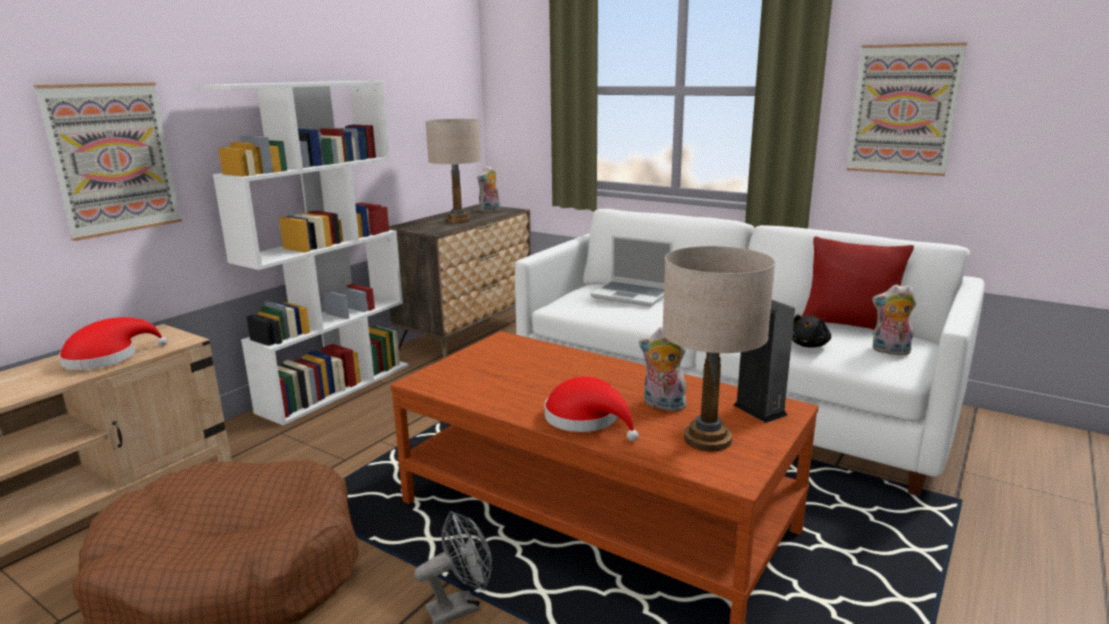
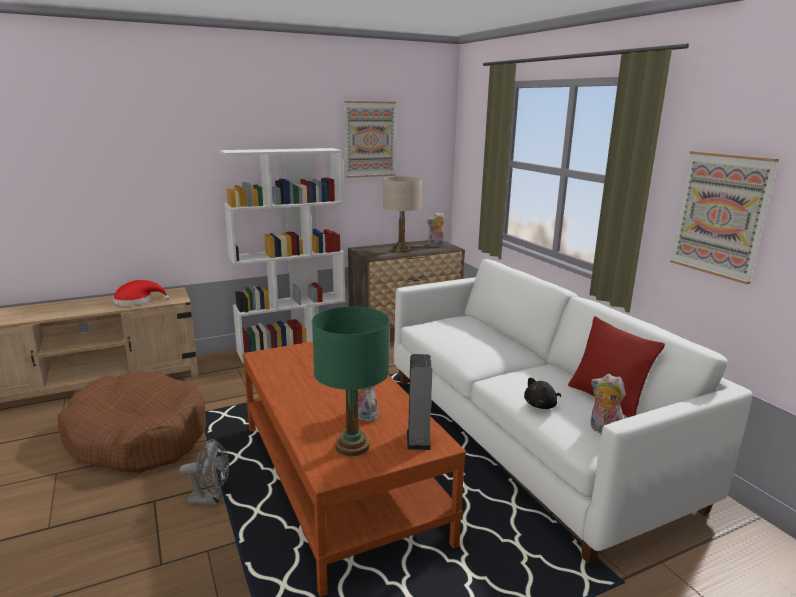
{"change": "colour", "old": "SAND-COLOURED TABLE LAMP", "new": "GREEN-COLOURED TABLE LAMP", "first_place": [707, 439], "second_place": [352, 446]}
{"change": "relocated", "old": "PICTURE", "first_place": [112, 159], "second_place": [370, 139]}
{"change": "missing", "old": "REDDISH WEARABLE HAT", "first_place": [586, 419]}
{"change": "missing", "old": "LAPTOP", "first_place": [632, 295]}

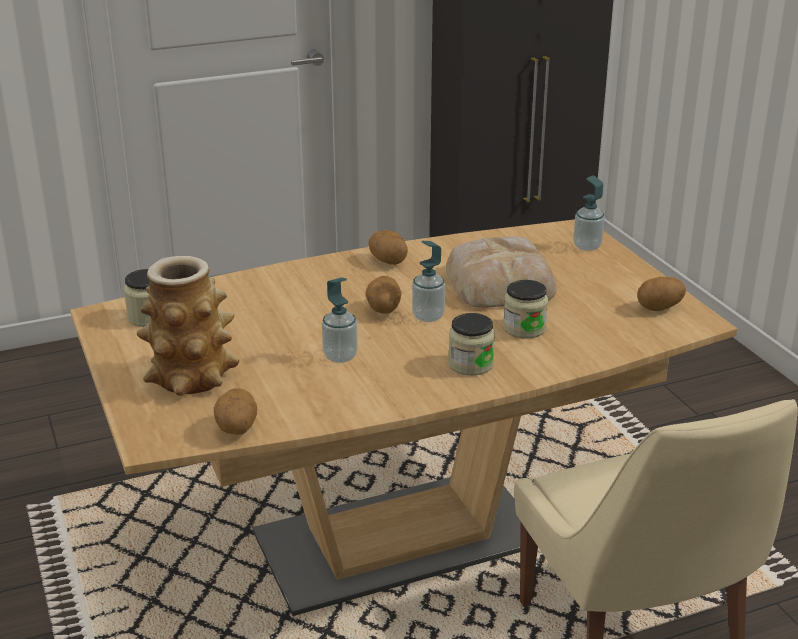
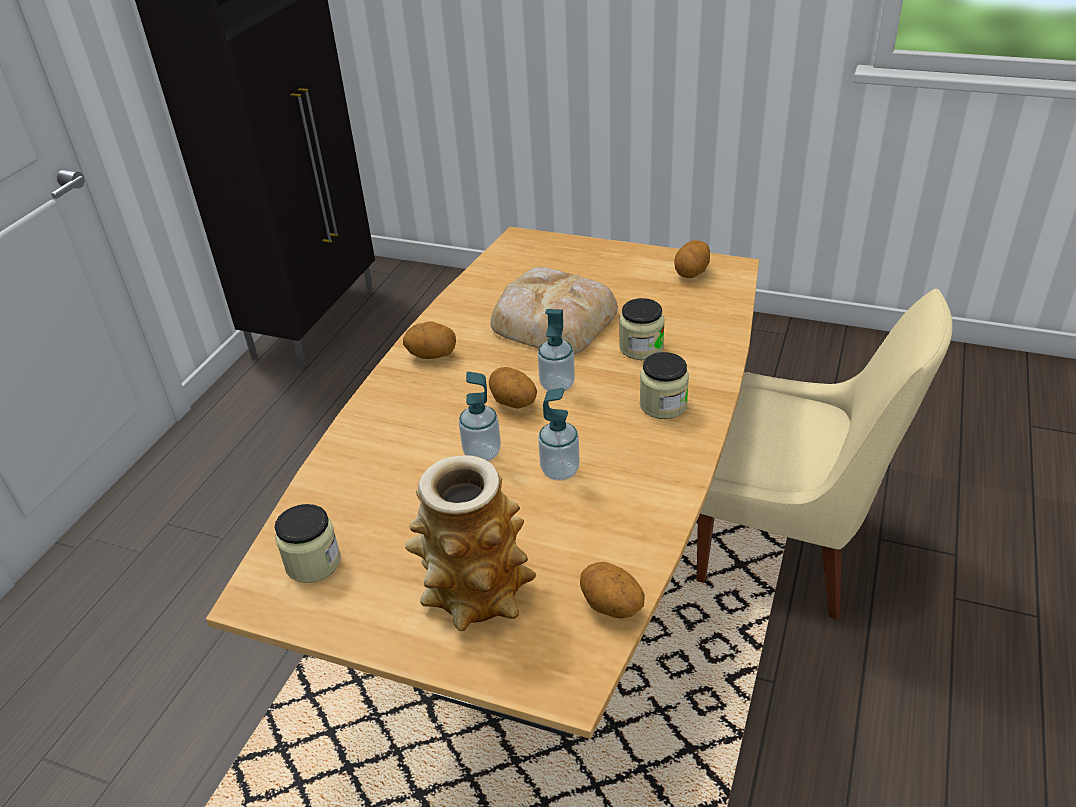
{"change": "relocated", "old": "SOAP BOTTLE", "first_place": [587, 246], "second_place": [482, 453]}

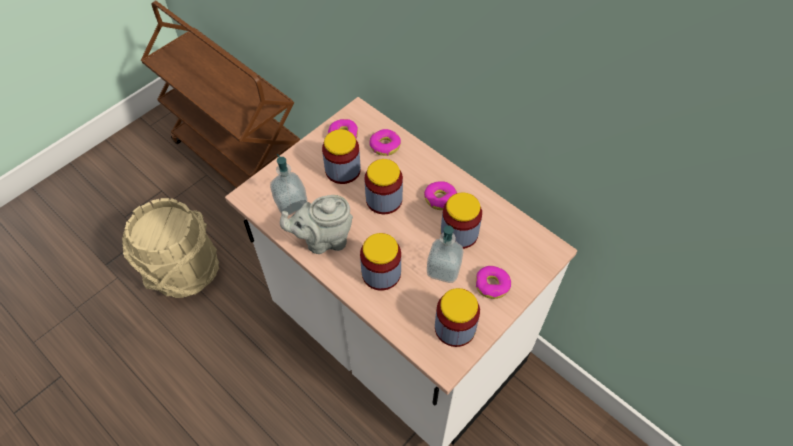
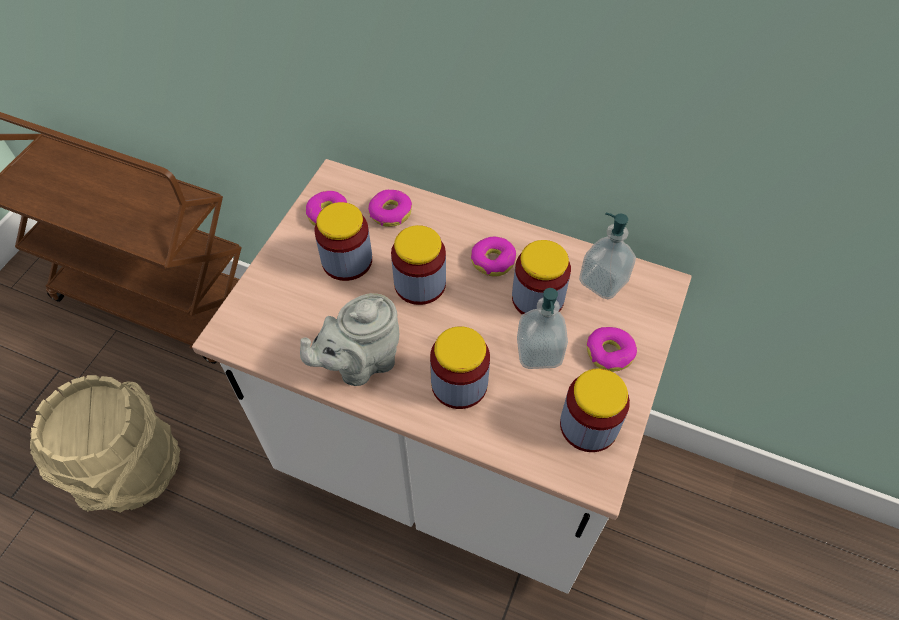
{"change": "relocated", "old": "SOAP BOTTLE", "first_place": [291, 203], "second_place": [603, 281]}

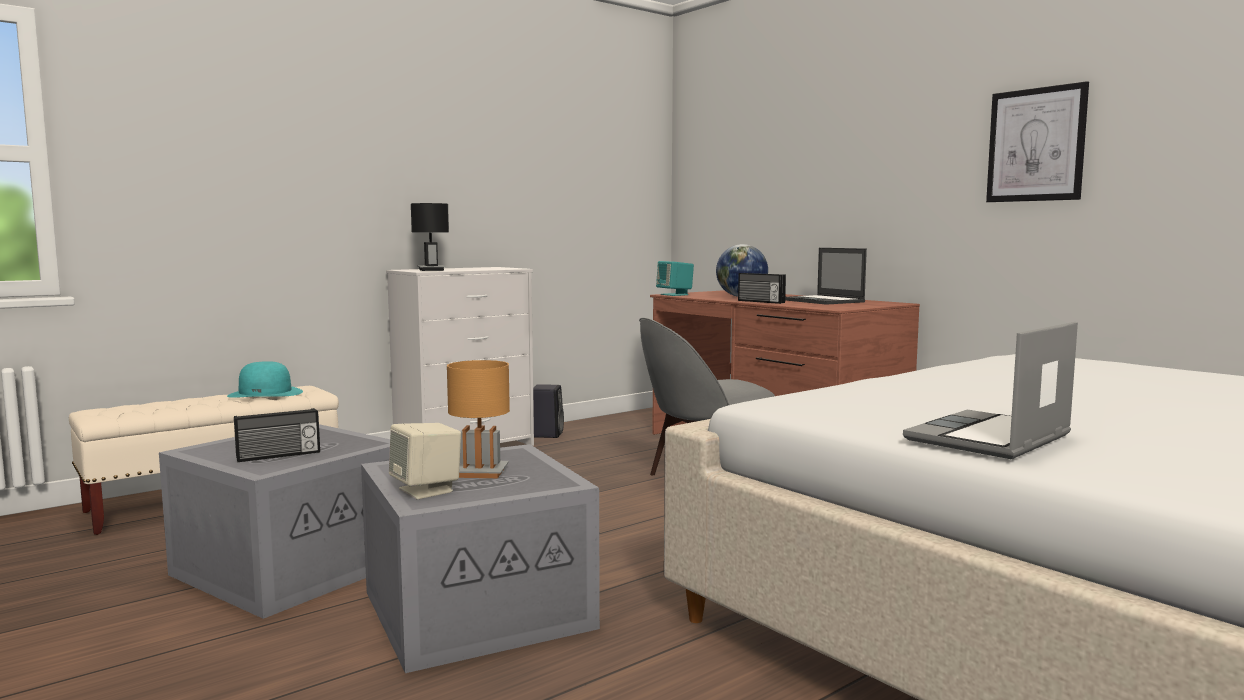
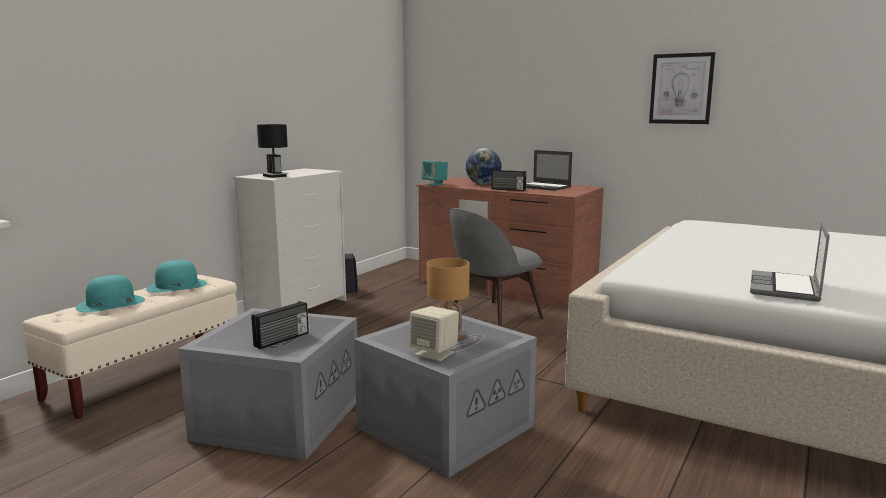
{"change": "appeared", "new": "BLUE-GREEN WEARABLE HAT", "second_place": [110, 304]}

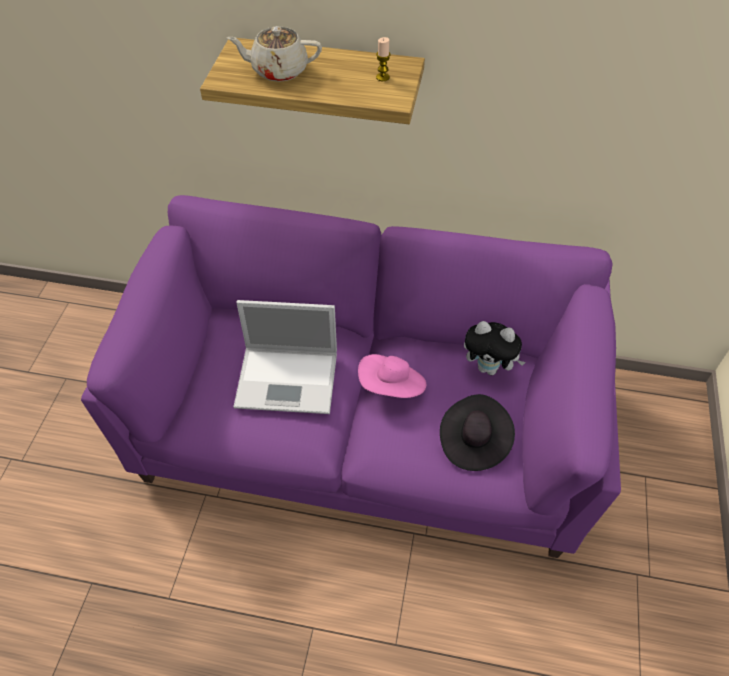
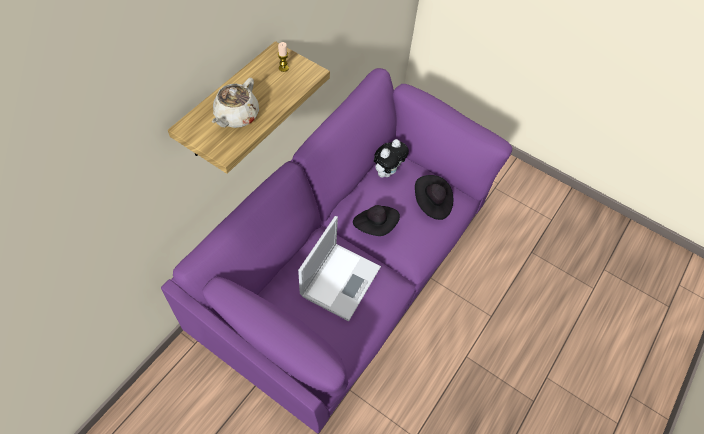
{"change": "colour", "old": "PINK-COLOURED WEARABLE HAT", "new": "BLACK-COLOURED WEARABLE HAT", "first_place": [392, 387], "second_place": [375, 226]}

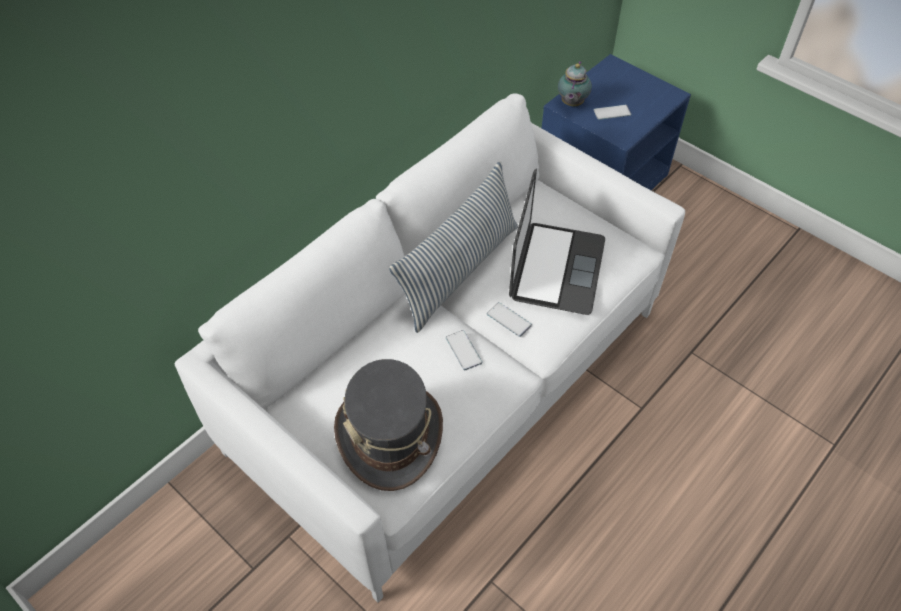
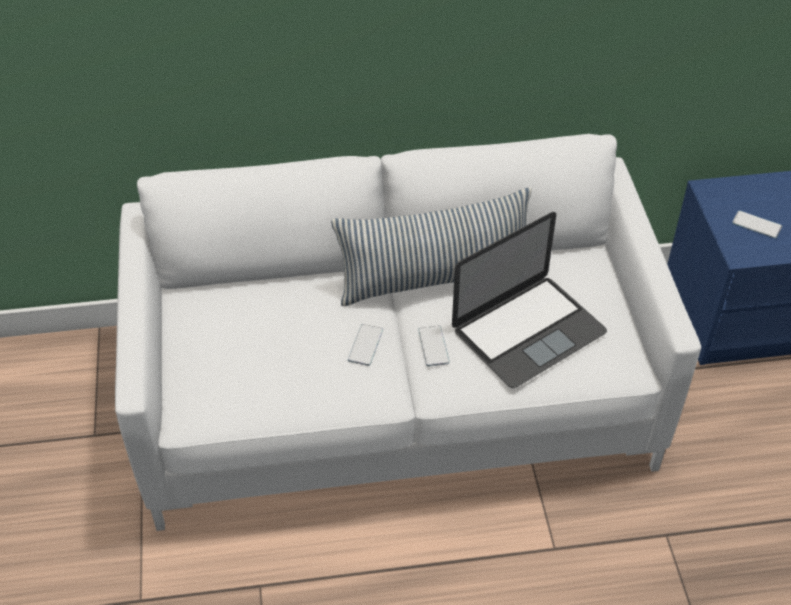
{"change": "missing", "old": "GREY WEARABLE HAT", "first_place": [390, 435]}
{"change": "missing", "old": "TEA POT", "first_place": [571, 104]}

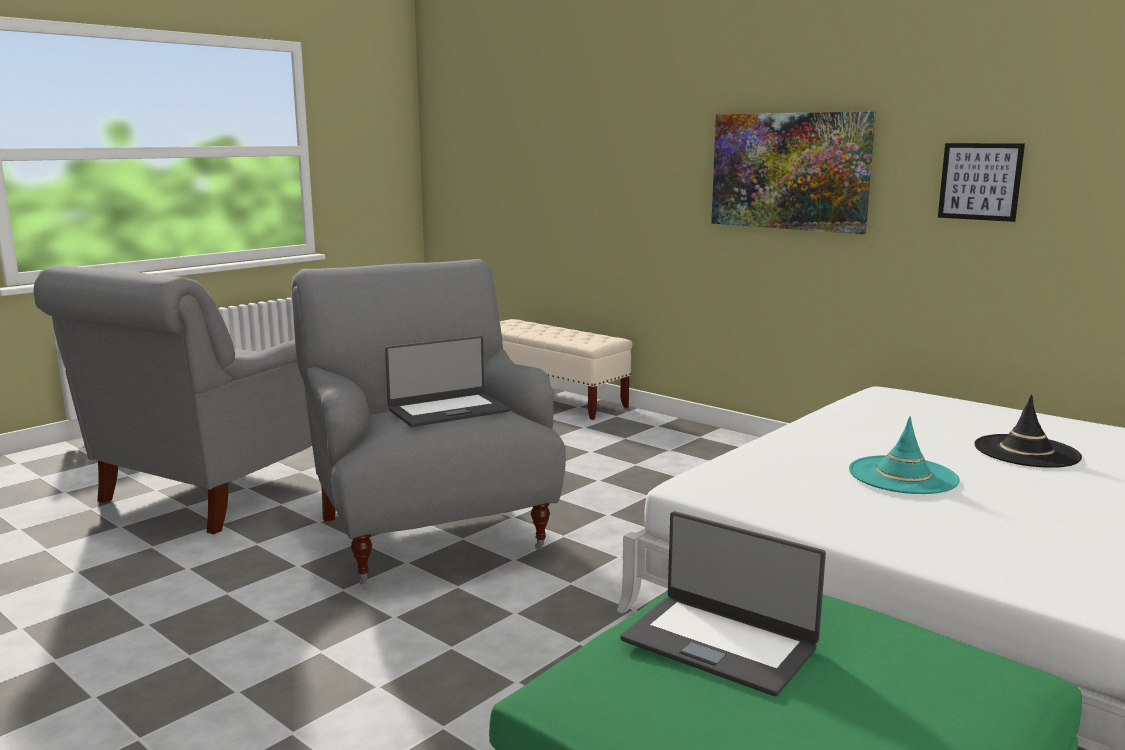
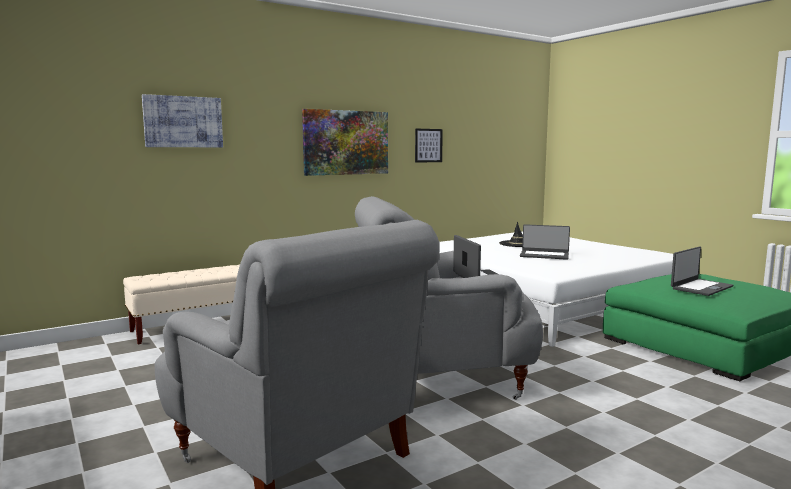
{"change": "appeared", "new": "PICTURE", "second_place": [183, 122]}
{"change": "exchanged", "old": "BLUE-GREEN WEARABLE HAT", "new": "LAPTOP", "first_place": [903, 476], "second_place": [544, 255]}

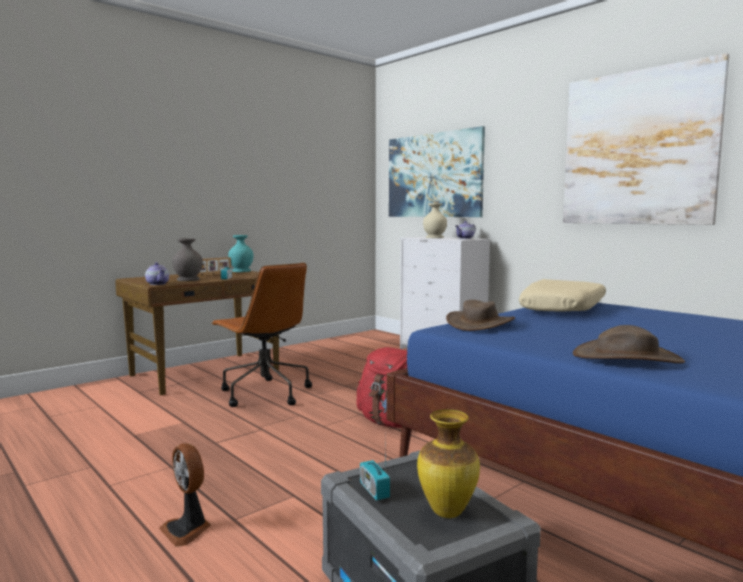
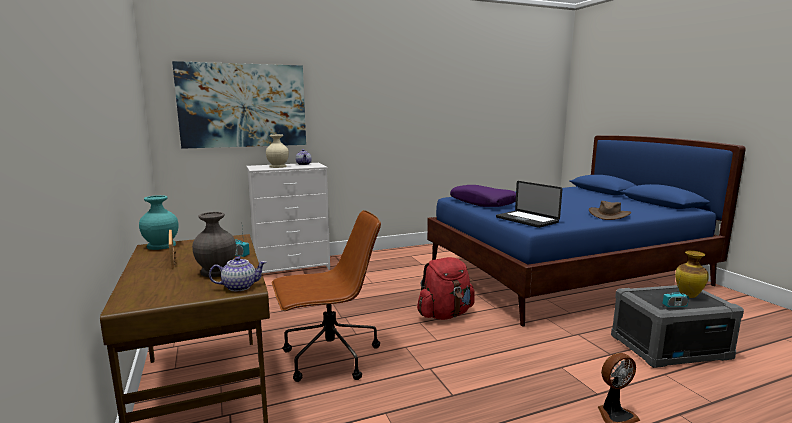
{"change": "colour", "old": "SAND-COLOURED PILLOW", "new": "PURPLE-COLOURED PILLOW", "first_place": [564, 309], "second_place": [483, 203]}
{"change": "exchanged", "old": "BROWNISH WEARABLE HAT", "new": "LAPTOP", "first_place": [480, 324], "second_place": [526, 220]}
{"change": "missing", "old": "PICTURE", "first_place": [637, 148]}

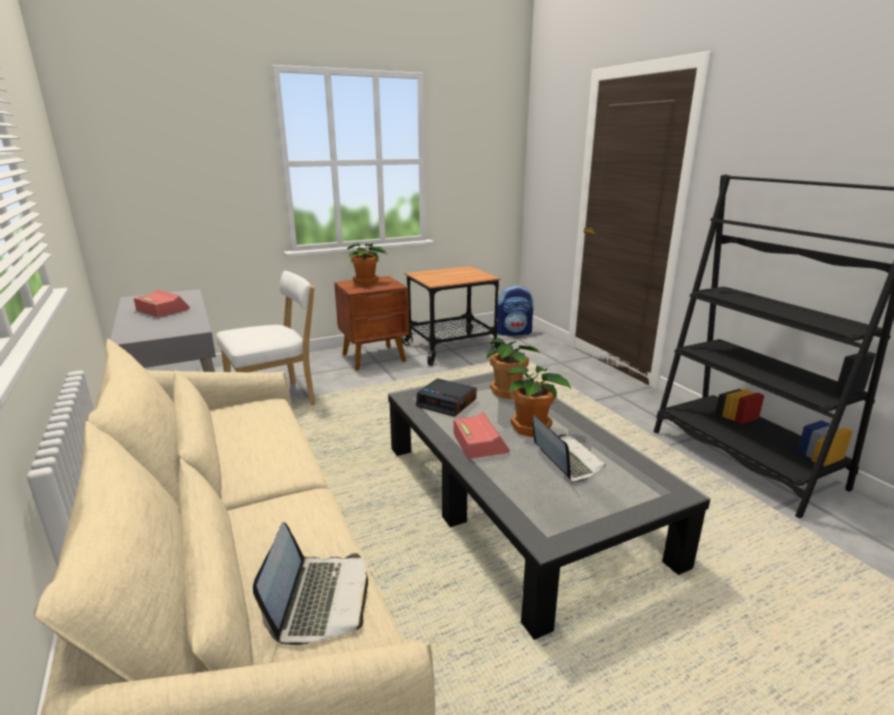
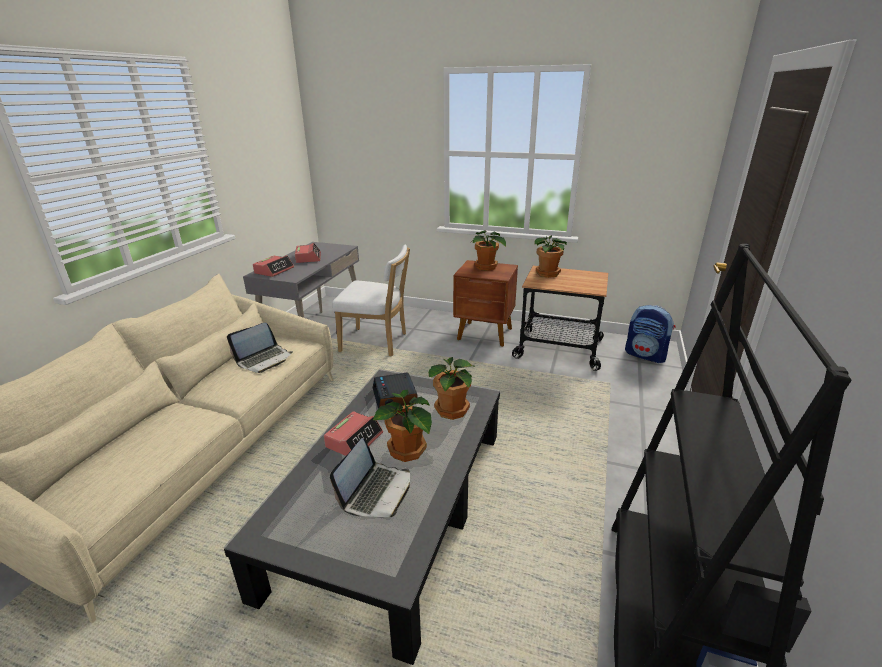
{"change": "relocated", "old": "LAPTOP", "first_place": [319, 599], "second_place": [264, 359]}
{"change": "appeared", "new": "TABLE CLOCK", "second_place": [274, 270]}
{"change": "appeared", "new": "PLANT IN A POT", "second_place": [548, 274]}

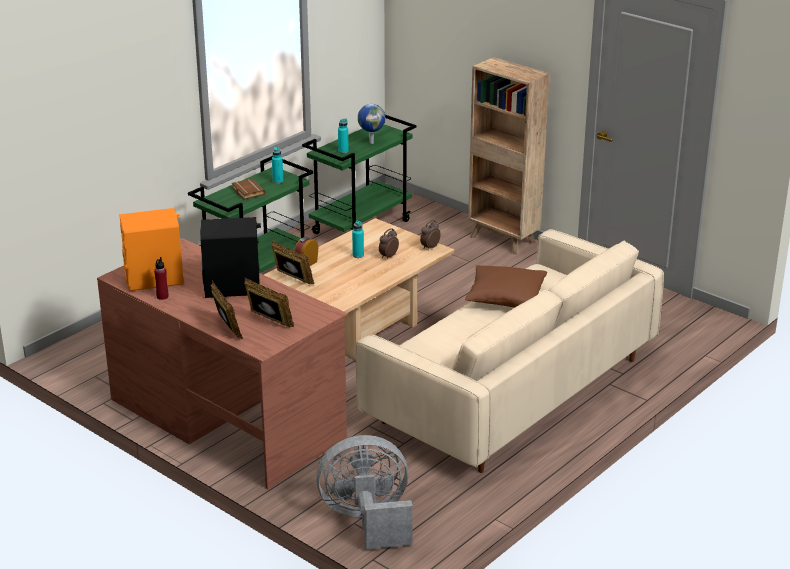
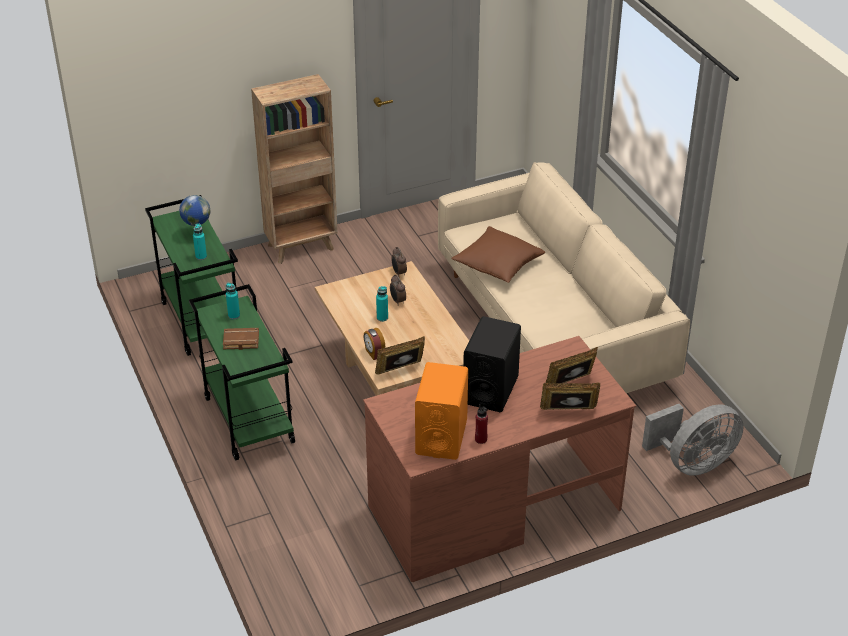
{"change": "spun", "old": "GREY FAN", "first_place": [367, 520], "second_place": [692, 463], "degrees": -135}

